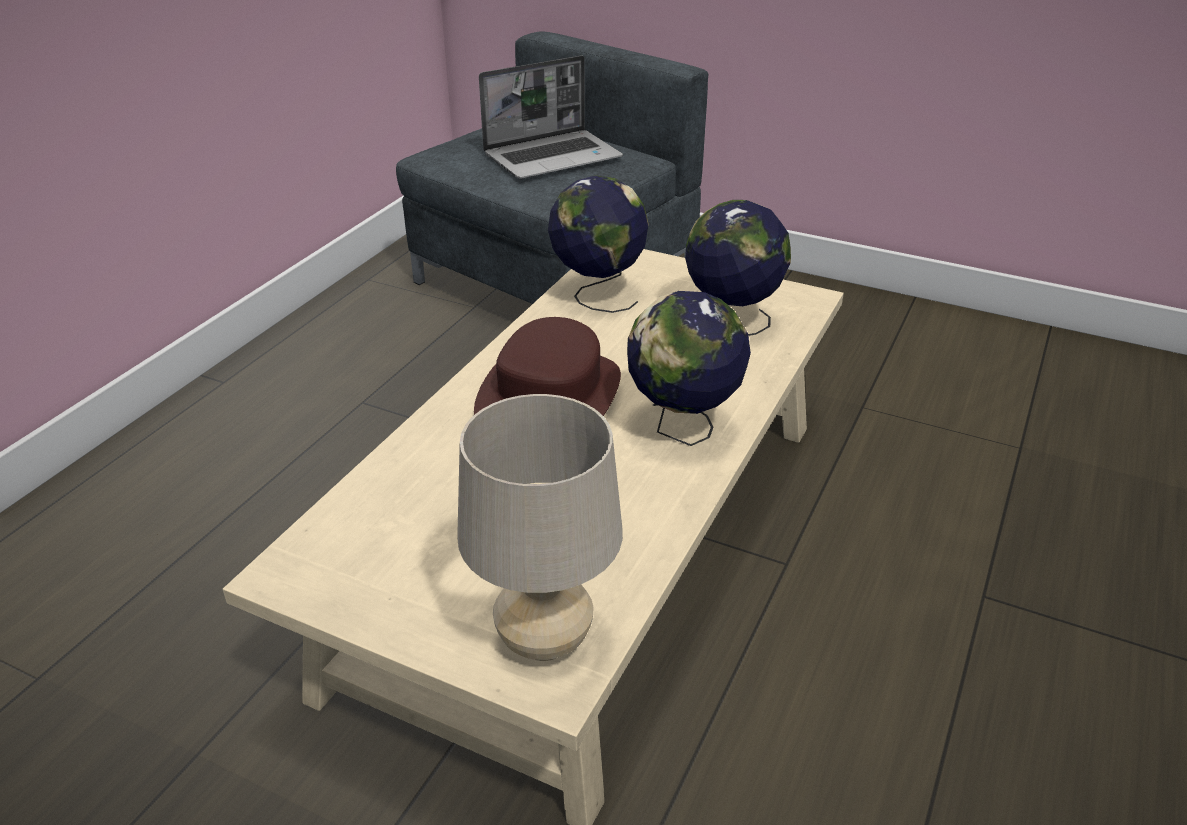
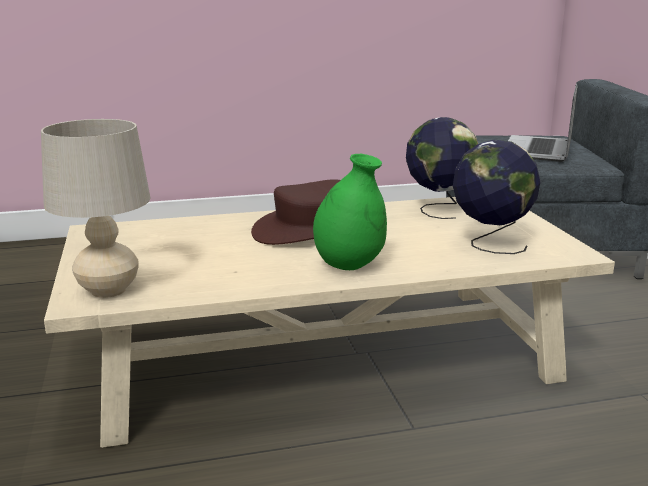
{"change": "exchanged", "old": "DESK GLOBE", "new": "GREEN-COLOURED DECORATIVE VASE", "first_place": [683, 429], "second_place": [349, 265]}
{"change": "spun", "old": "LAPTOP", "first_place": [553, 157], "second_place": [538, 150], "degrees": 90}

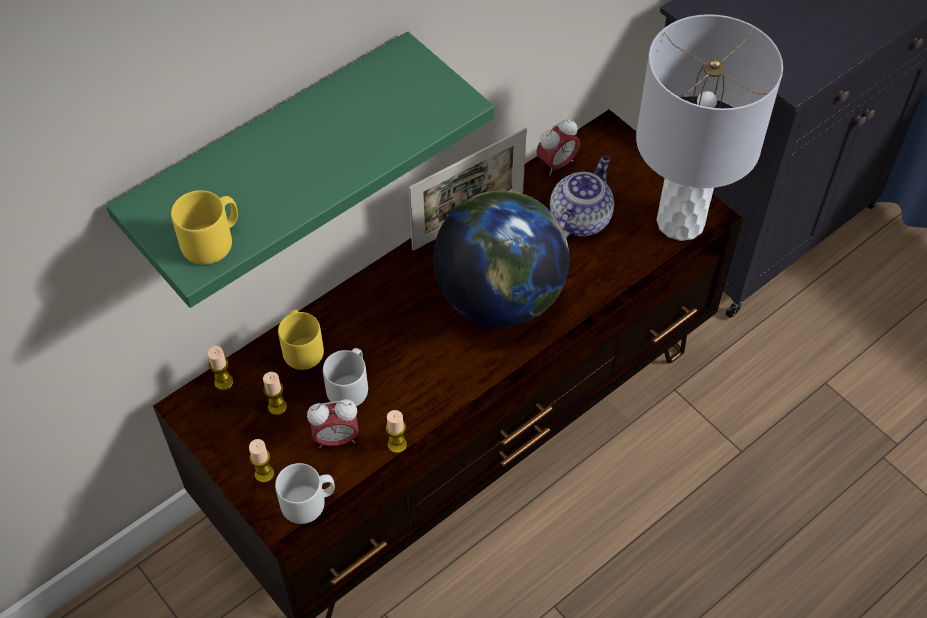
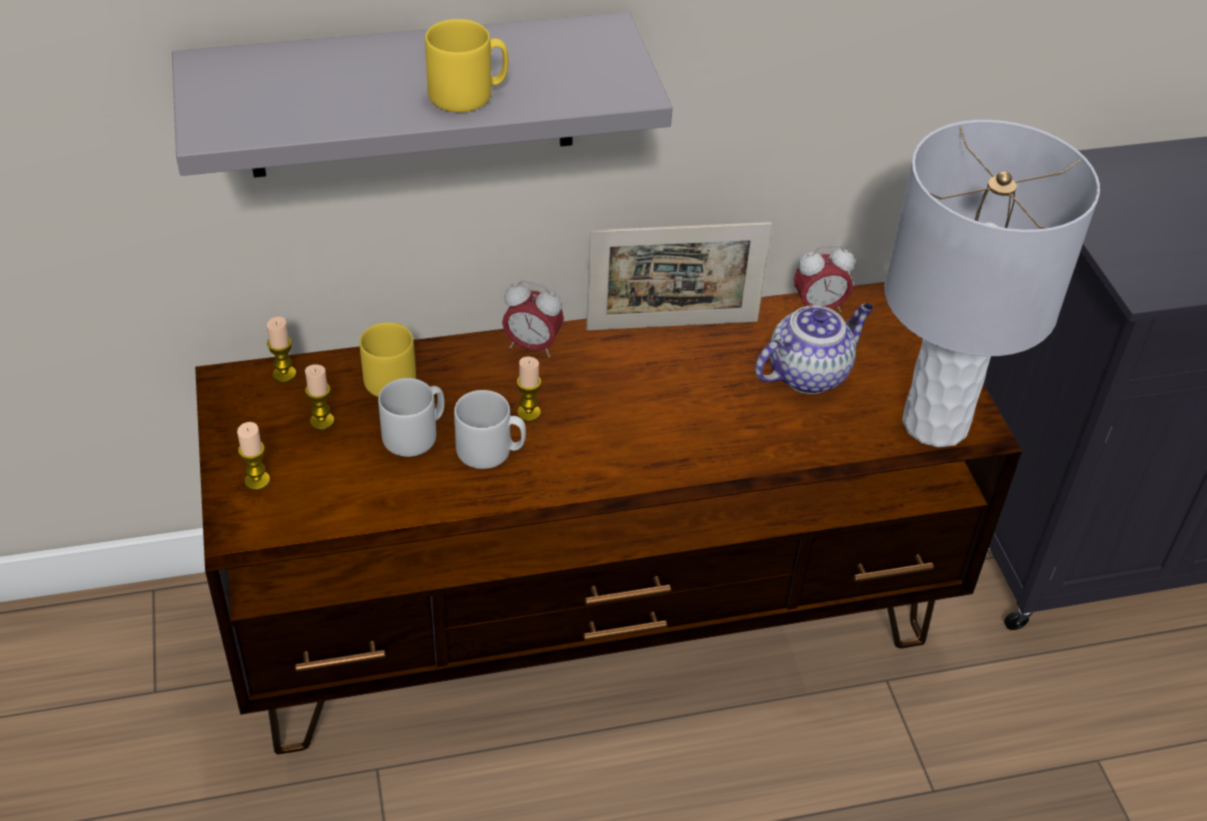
{"change": "colour", "old": "GREEN-COLOURED WALL SHELF", "new": "GREY WALL SHELF", "first_place": [271, 154], "second_place": [411, 96]}
{"change": "relocated", "old": "YELLOWISH TEA MUG", "first_place": [212, 241], "second_place": [468, 95]}
{"change": "relocated", "old": "GREY TEA MUG", "first_place": [309, 503], "second_place": [491, 451]}
{"change": "relocated", "old": "TABLE CLOCK", "first_place": [336, 438], "second_place": [532, 346]}
{"change": "relocated", "old": "WAX LIGHT", "first_place": [397, 444], "second_place": [528, 413]}
{"change": "missing", "old": "DESK GLOBE", "first_place": [500, 297]}

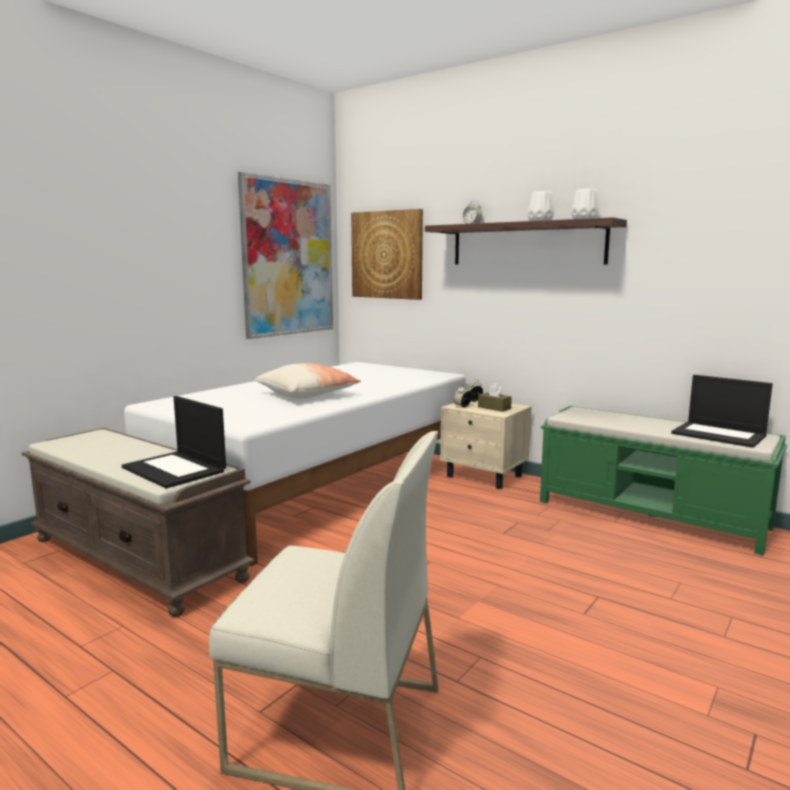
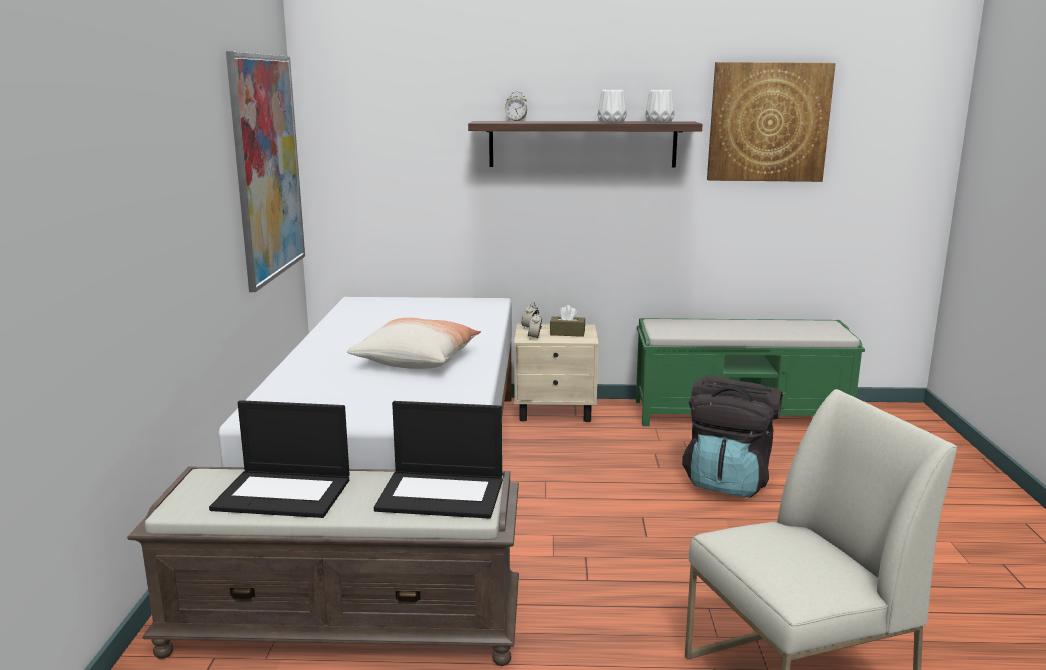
{"change": "relocated", "old": "LAPTOP", "first_place": [719, 435], "second_place": [284, 493]}
{"change": "appeared", "new": "BLACK-COLOURED BACKPACK", "second_place": [728, 481]}
{"change": "relocated", "old": "PICTURE", "first_place": [387, 255], "second_place": [768, 122]}

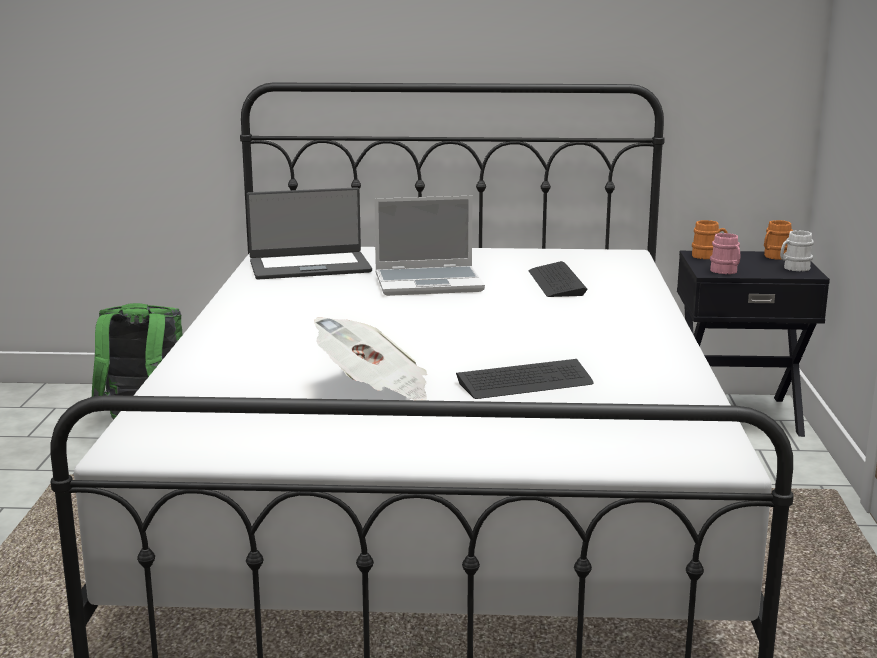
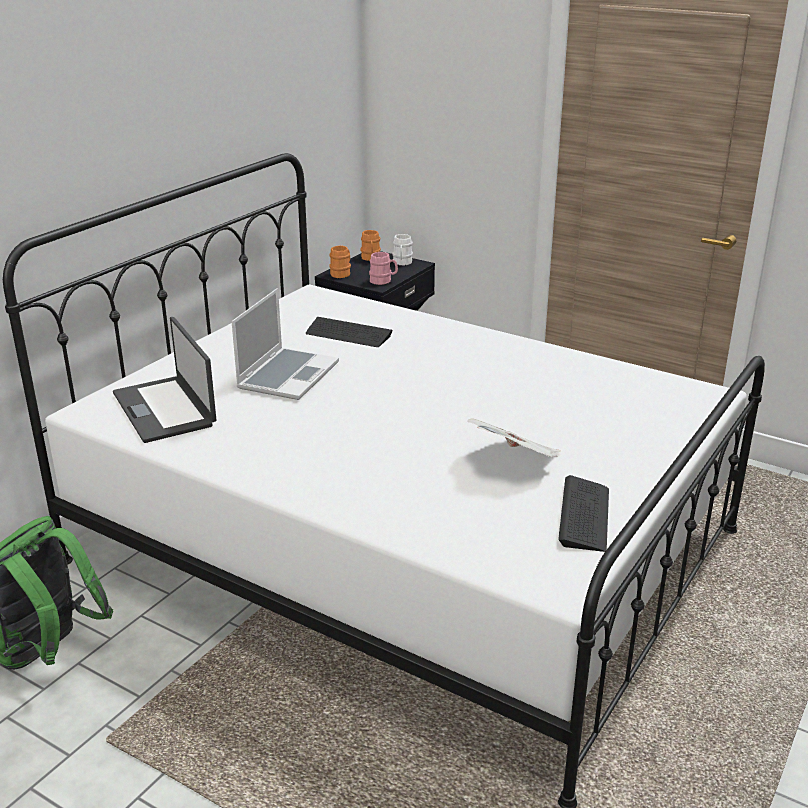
{"change": "spun", "old": "LAPTOP", "first_place": [309, 266], "second_place": [165, 409], "degrees": 135}
{"change": "relocated", "old": "COMPUTER KEYBOARD", "first_place": [525, 382], "second_place": [584, 515]}

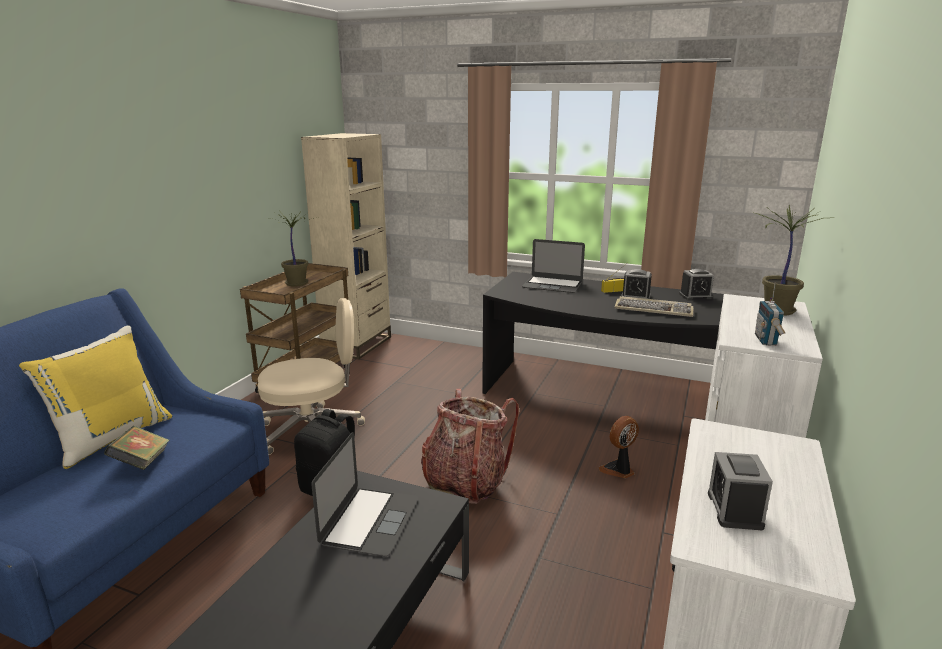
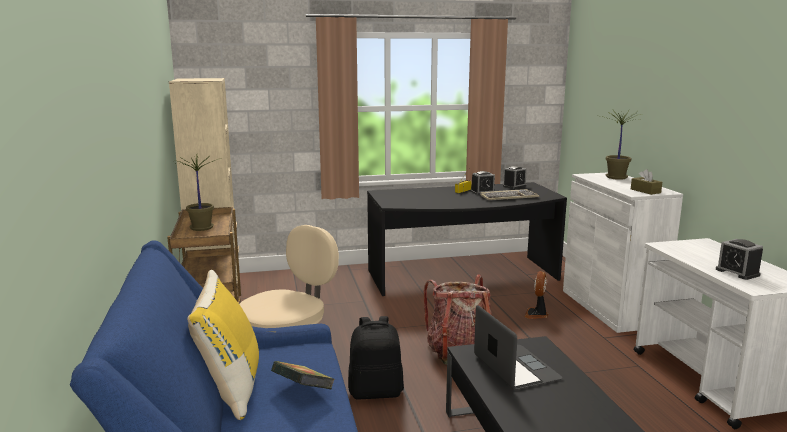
{"change": "exchanged", "old": "RADIO RECEIVER", "new": "BROWNISH BOX OF TISSUES", "first_place": [766, 340], "second_place": [645, 191]}
{"change": "missing", "old": "LAPTOP", "first_place": [552, 285]}

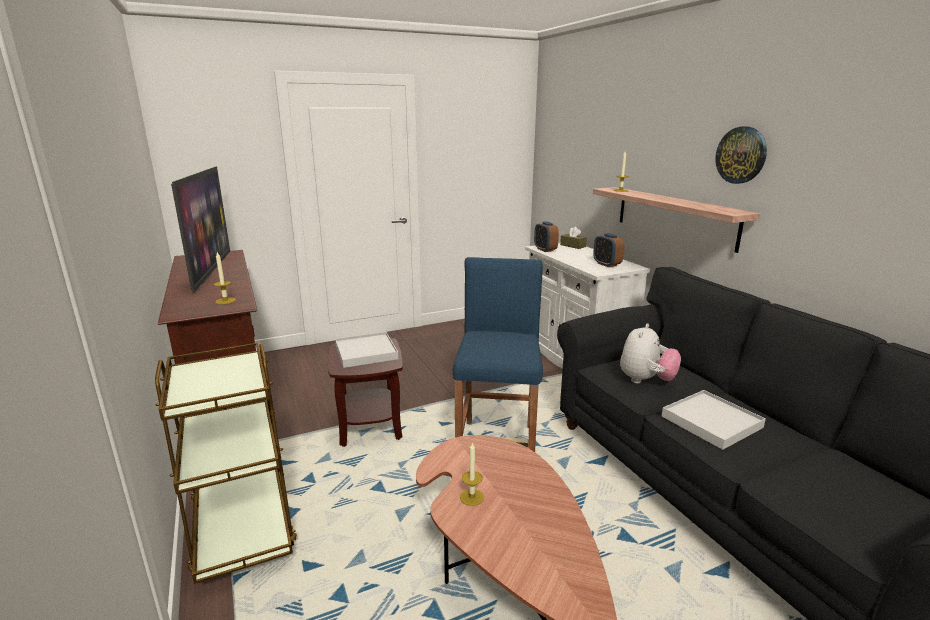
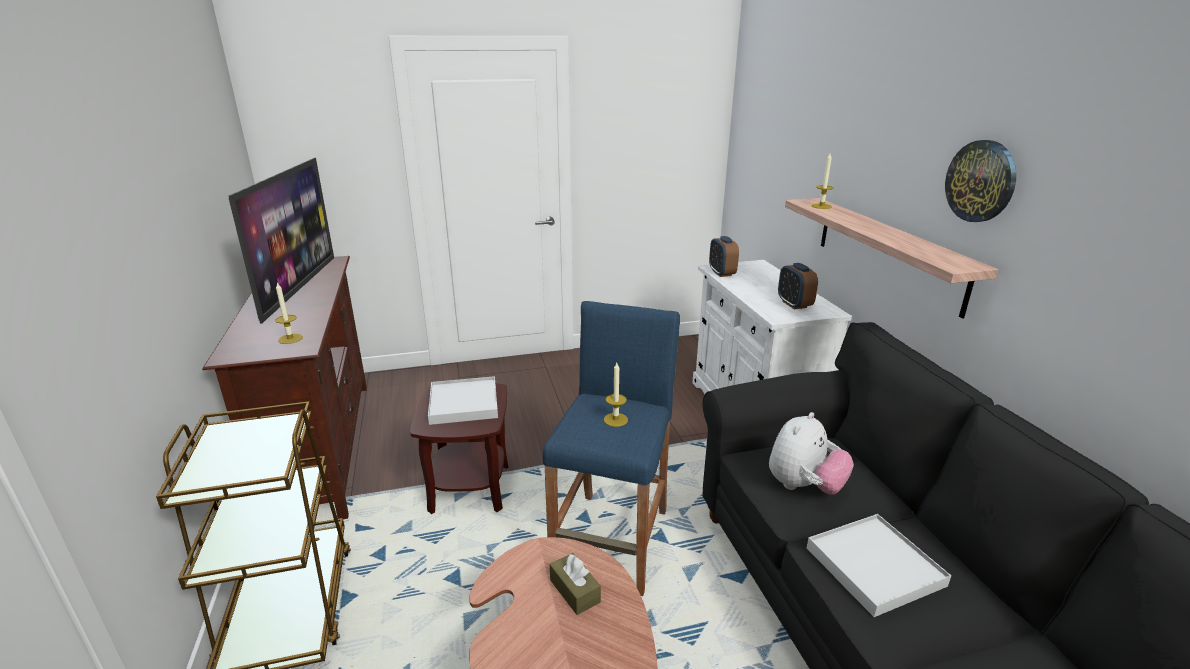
{"change": "relocated", "old": "BROWNISH BOX OF TISSUES", "first_place": [572, 246], "second_place": [574, 591]}
{"change": "relocated", "old": "WAX LIGHT", "first_place": [472, 497], "second_place": [615, 419]}

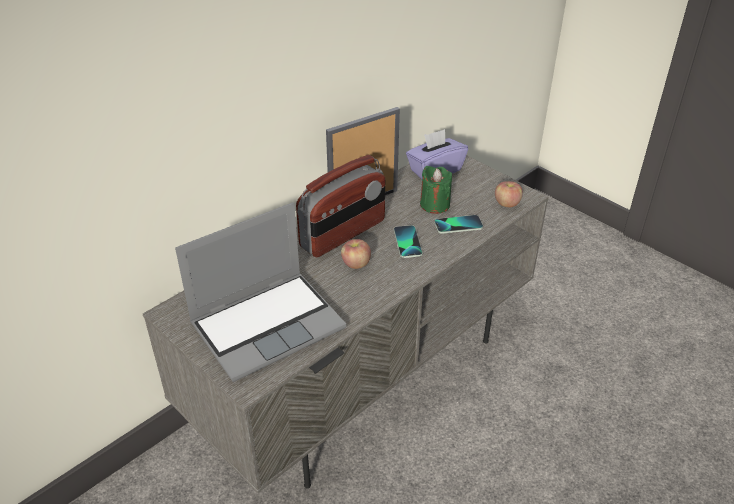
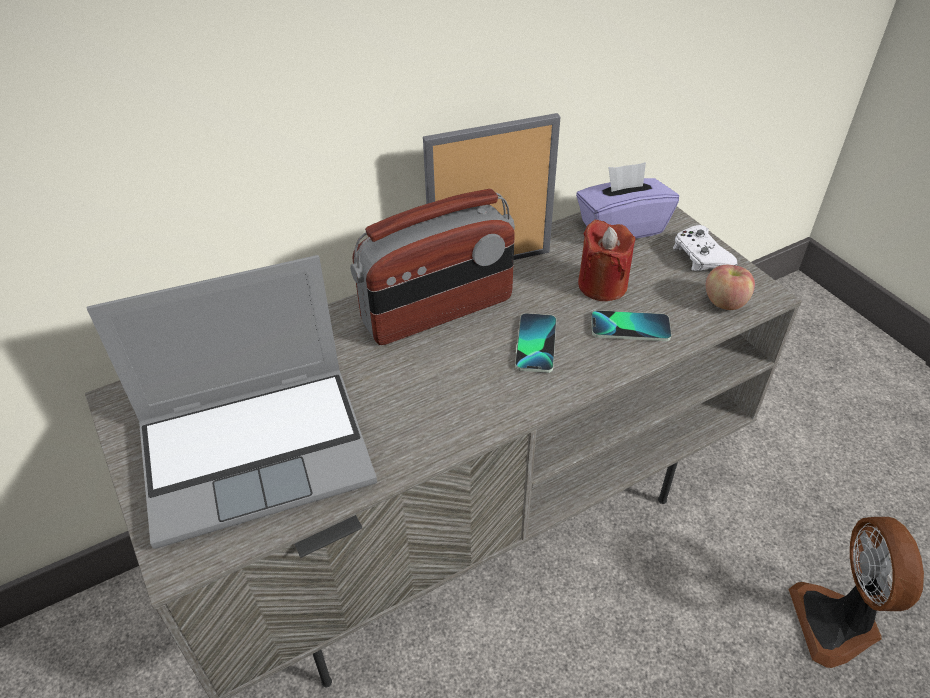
{"change": "colour", "old": "GREEN-COLOURED WAX LIGHT", "new": "REDDISH WAX LIGHT", "first_place": [434, 204], "second_place": [602, 285]}
{"change": "appeared", "new": "WHITISH JOYPAD", "second_place": [700, 256]}
{"change": "appeared", "new": "FAN", "second_place": [837, 623]}
{"change": "missing", "old": "APPLE FRUIT", "first_place": [356, 264]}

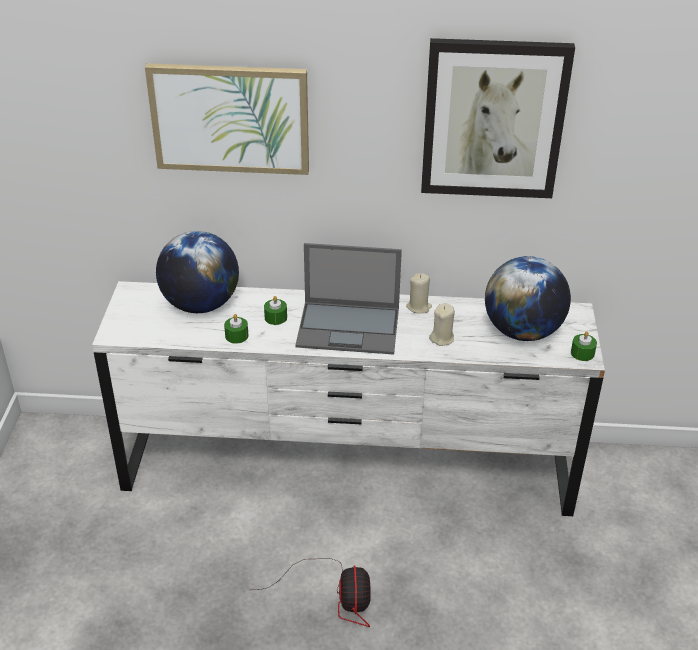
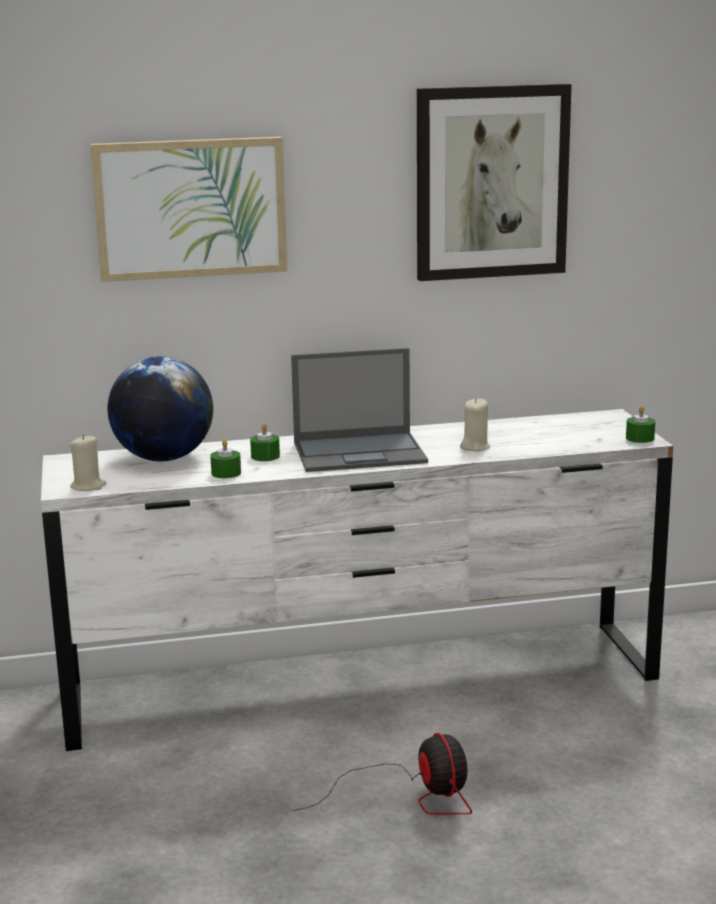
{"change": "relocated", "old": "SAND-COLOURED WAX LIGHT", "first_place": [419, 307], "second_place": [88, 486]}
{"change": "missing", "old": "DESK GLOBE", "first_place": [522, 331]}

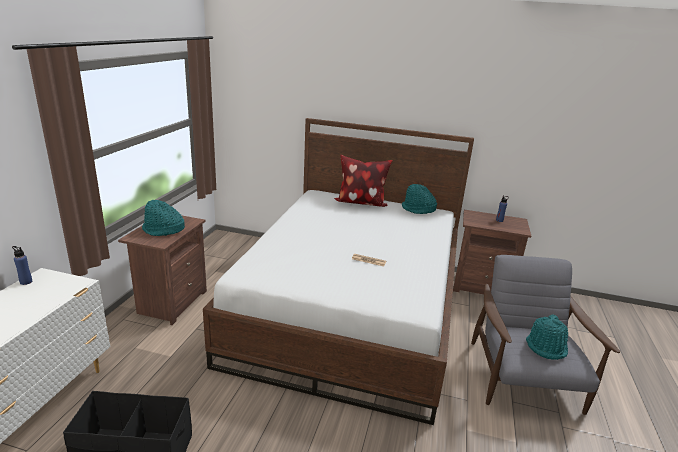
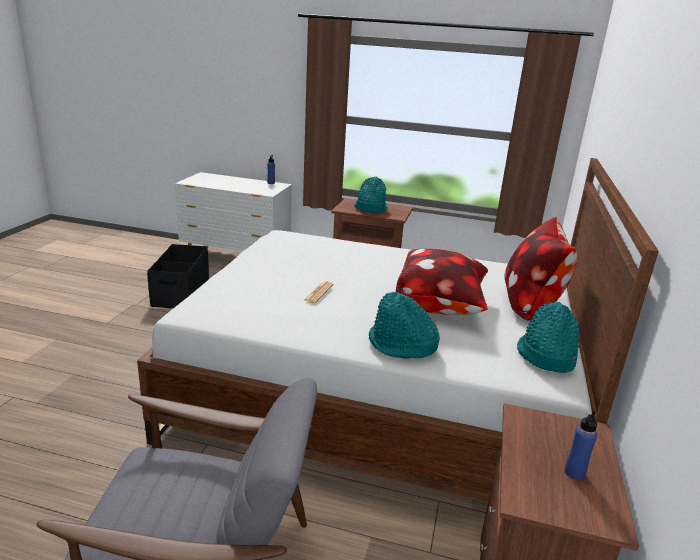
{"change": "relocated", "old": "BLUE-GREEN WEARABLE HAT", "first_place": [546, 346], "second_place": [401, 345]}
{"change": "appeared", "new": "PILLOW", "second_place": [440, 306]}

